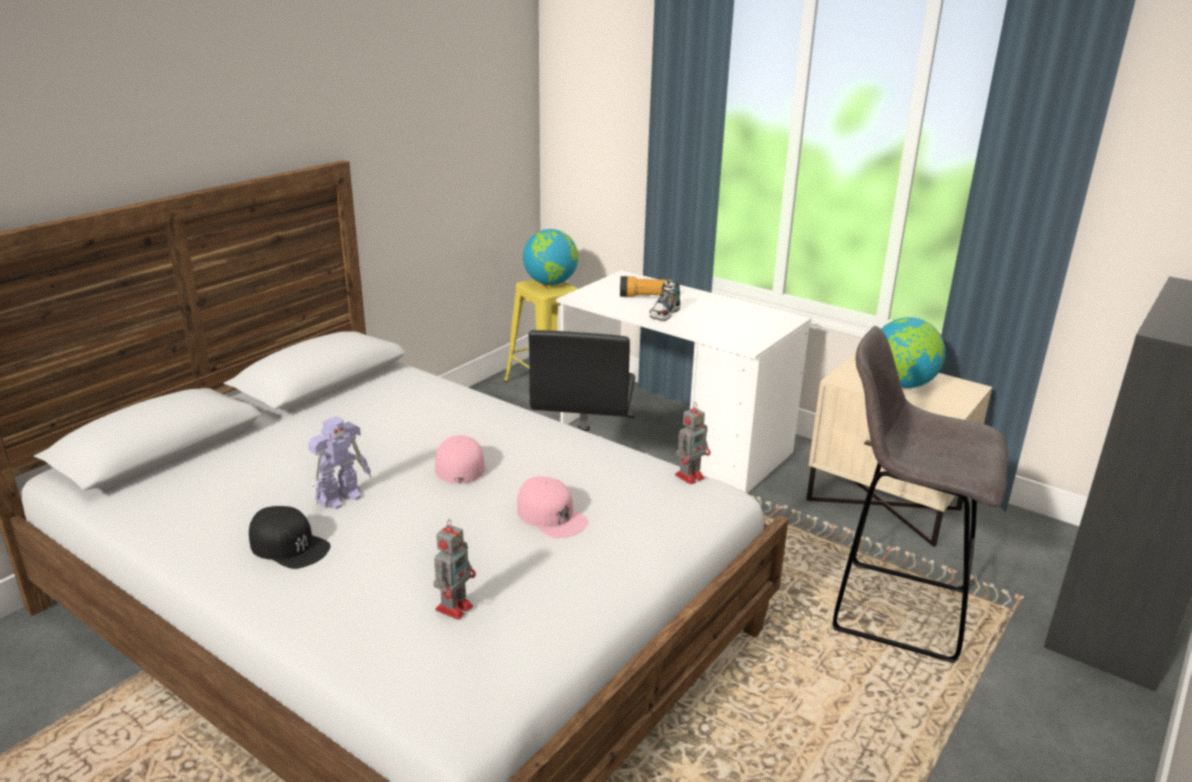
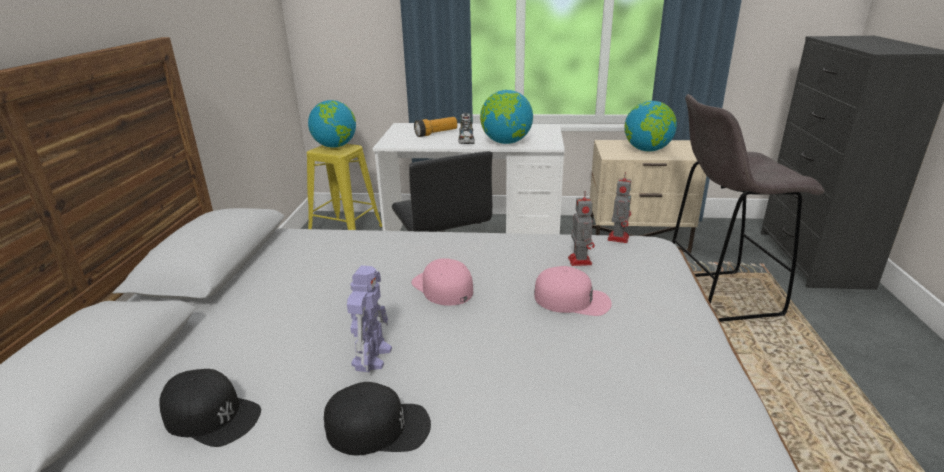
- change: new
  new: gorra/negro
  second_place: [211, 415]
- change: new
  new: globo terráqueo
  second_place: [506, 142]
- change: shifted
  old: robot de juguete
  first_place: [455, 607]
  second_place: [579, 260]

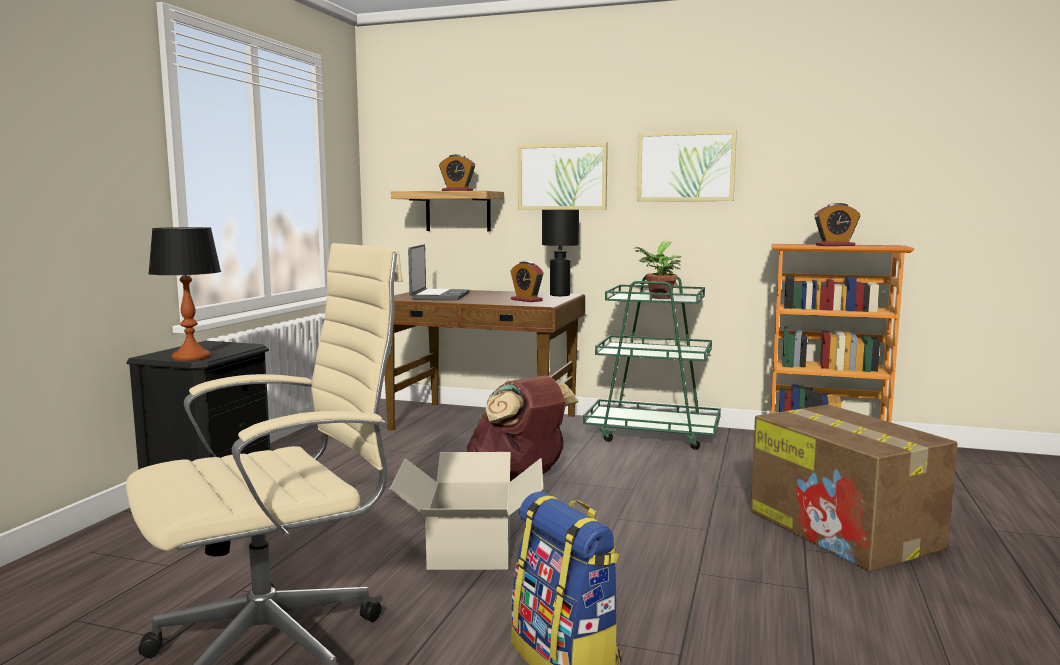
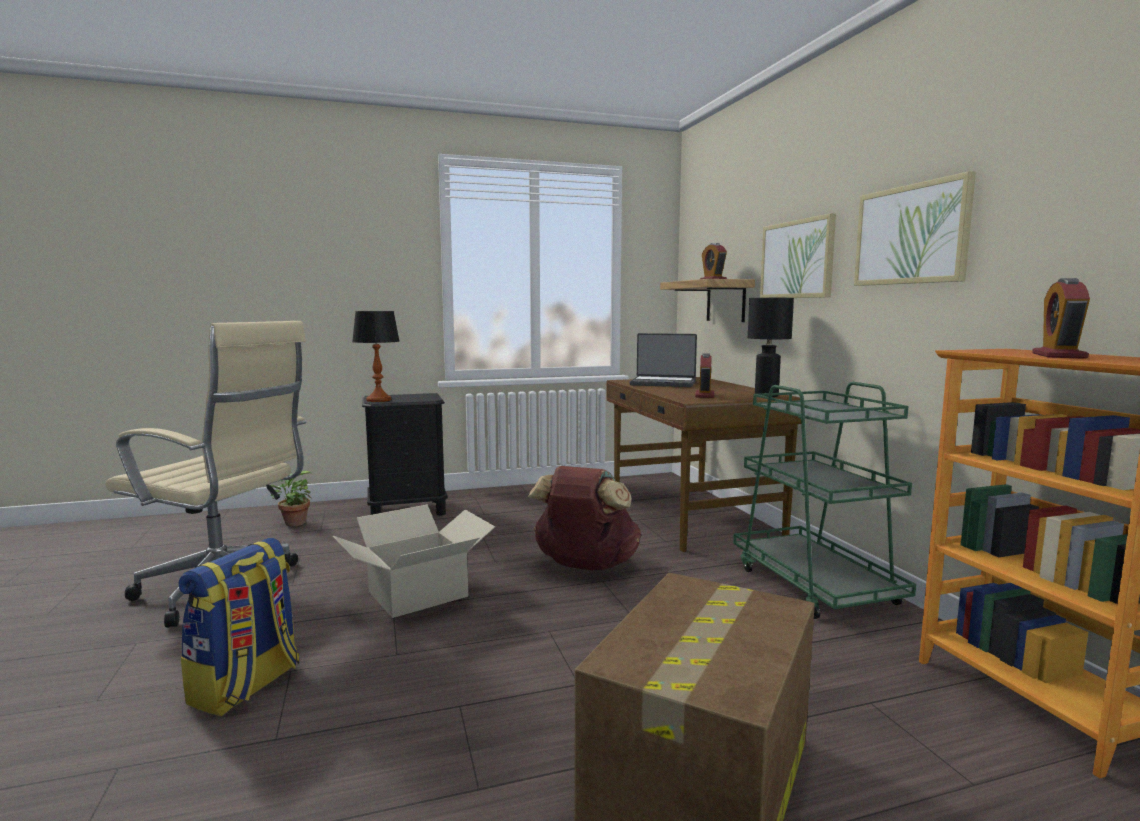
- change: shifted
  old: planta en maceta
  first_place: [658, 298]
  second_place: [293, 523]
- change: rotated
  old: portátil
  first_place: [439, 296]
  second_place: [663, 383]
  degrees: 45
- change: rotated
  old: despertador
  first_place: [835, 245]
  second_place: [1058, 356]
  degrees: 60

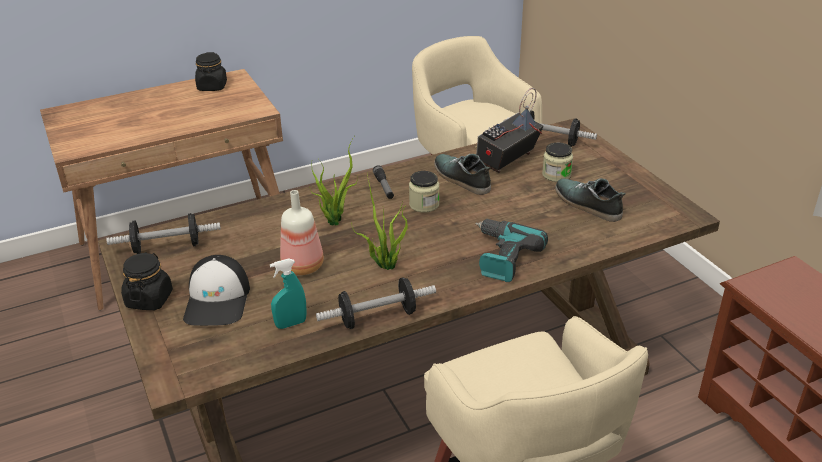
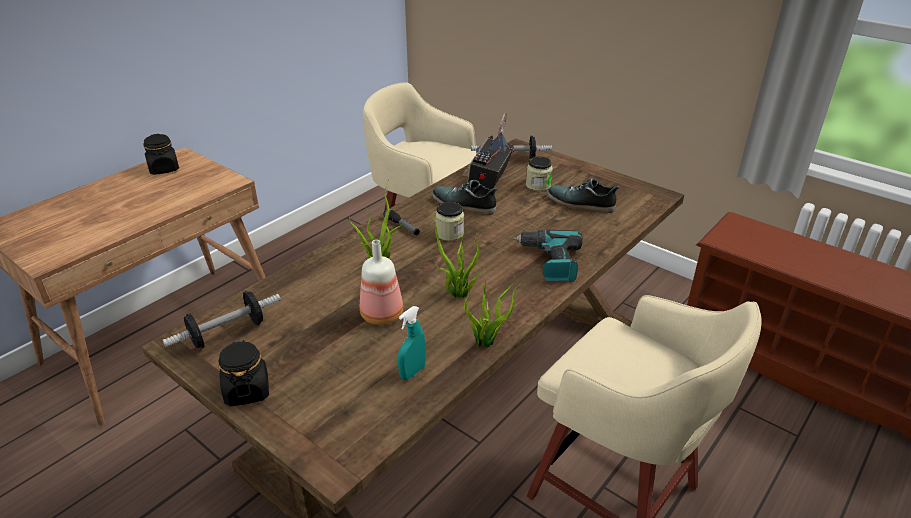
- change: gone
  old: gorra
  first_place: [218, 301]
- change: swapped
  old: mancuerna
  new: planta en maceta
  first_place: [377, 317]
  second_place: [487, 342]

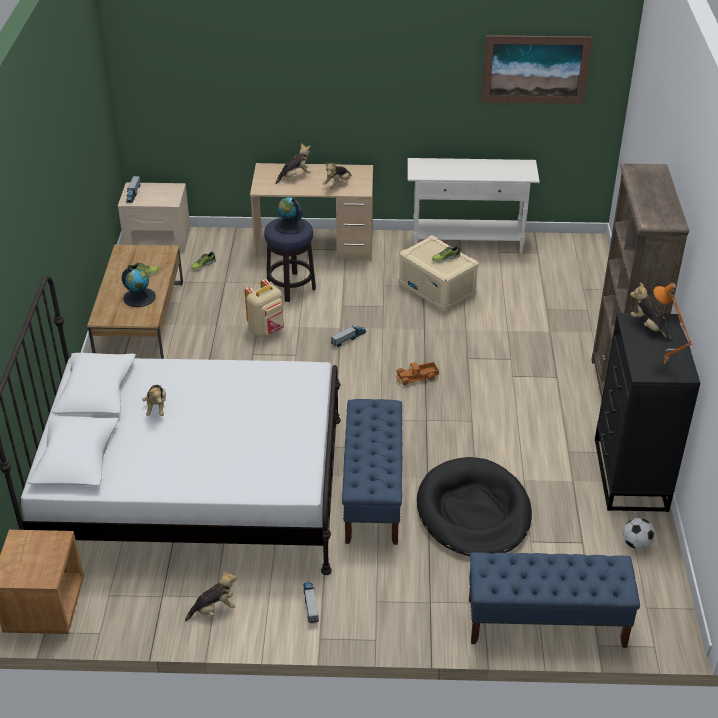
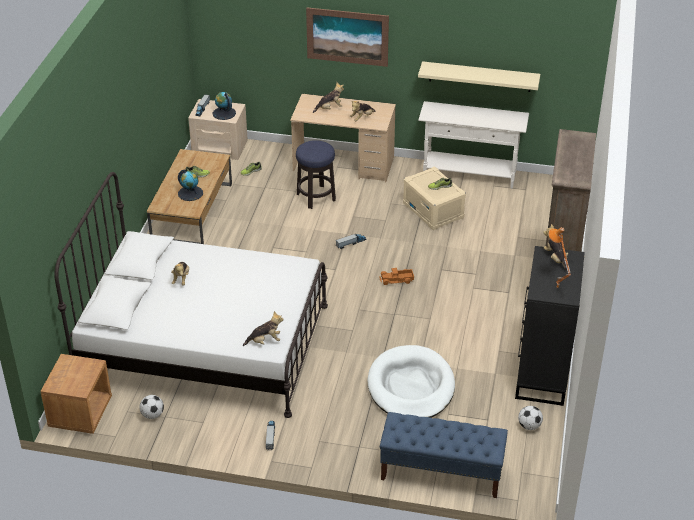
- change: gone
  old: mochila/beis
  first_place: [267, 330]
- change: gone
  old: banco/azul
  first_place: [372, 492]
- change: new
  new: balón de fútbol
  second_place: [152, 415]
- change: new
  new: estante/beis
  second_place: [480, 76]
- change: shifted
  old: peluche
  first_place: [214, 609]
  second_place: [265, 341]
- change: shifted
  old: globo terráqueo
  first_place: [289, 225]
  second_place: [224, 113]
- change: shifted
  old: cuadro
  first_place: [535, 69]
  second_place: [347, 36]
- change: repainted
  old: cama para perro/negro
  new: cama para perro/blanco
  first_place: [474, 512]
  second_place: [411, 387]

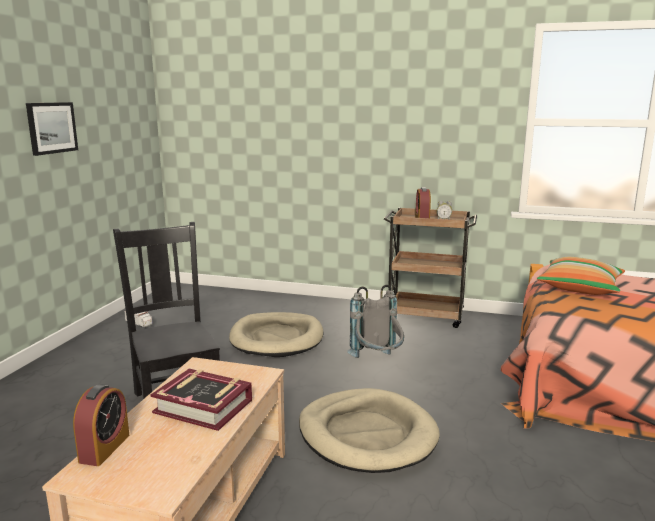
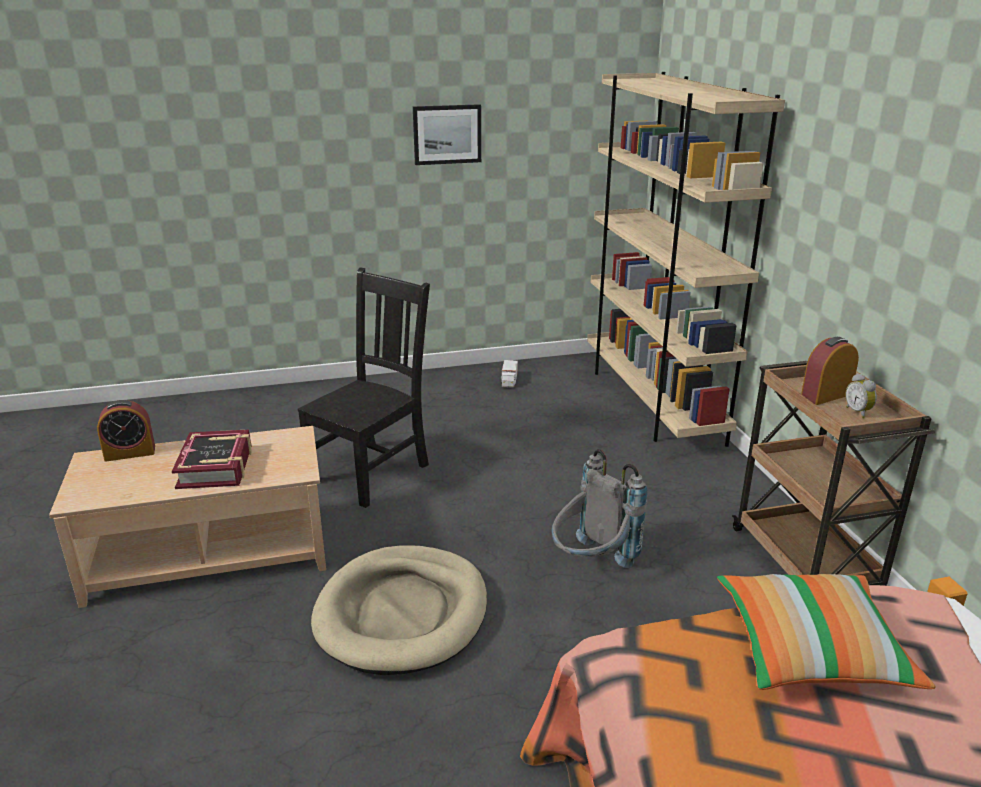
- change: gone
  old: cama para perro/beis
  first_place: [277, 338]
- change: new
  new: estantería/beis
  second_place: [652, 401]

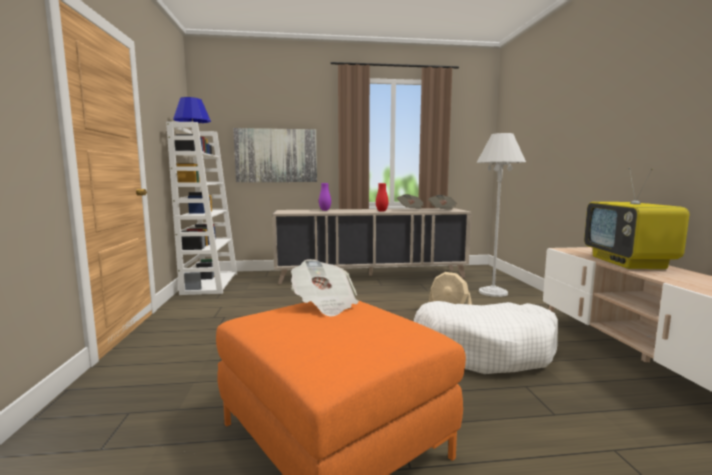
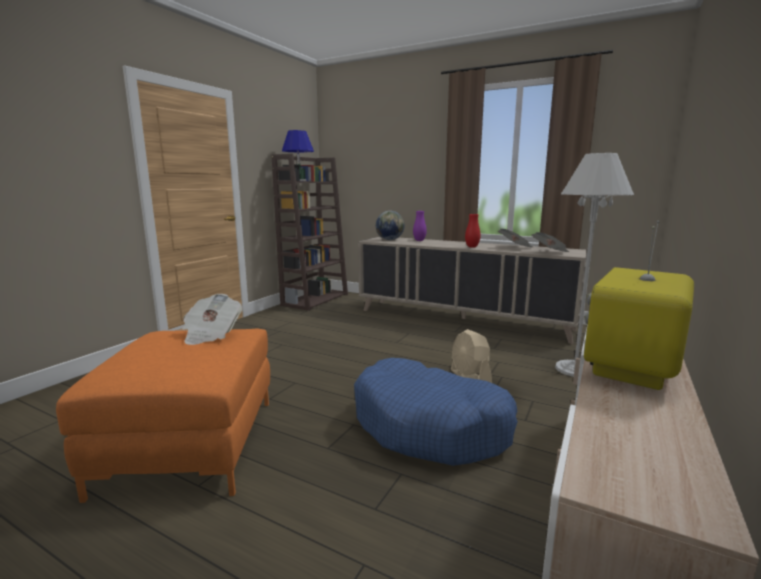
- change: gone
  old: cuadro
  first_place: [276, 155]
- change: new
  new: globo terráqueo
  second_place: [390, 240]
- change: repainted
  old: estantería/blanco
  new: estantería/marrón
  first_place: [210, 283]
  second_place: [315, 299]
- change: repainted
  old: cama para perro/blanco
  new: cama para perro/azul
  first_place: [484, 350]
  second_place: [431, 426]

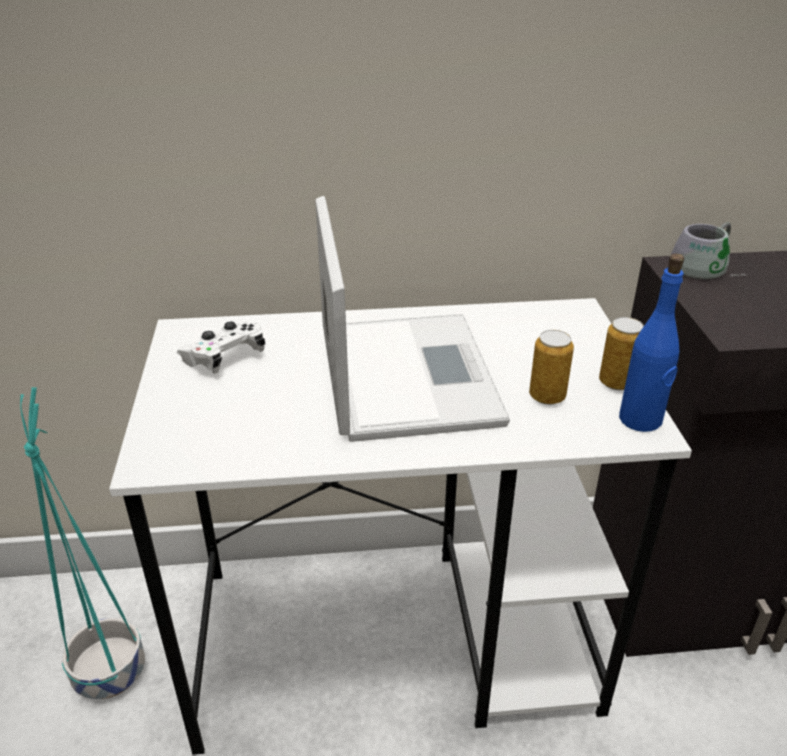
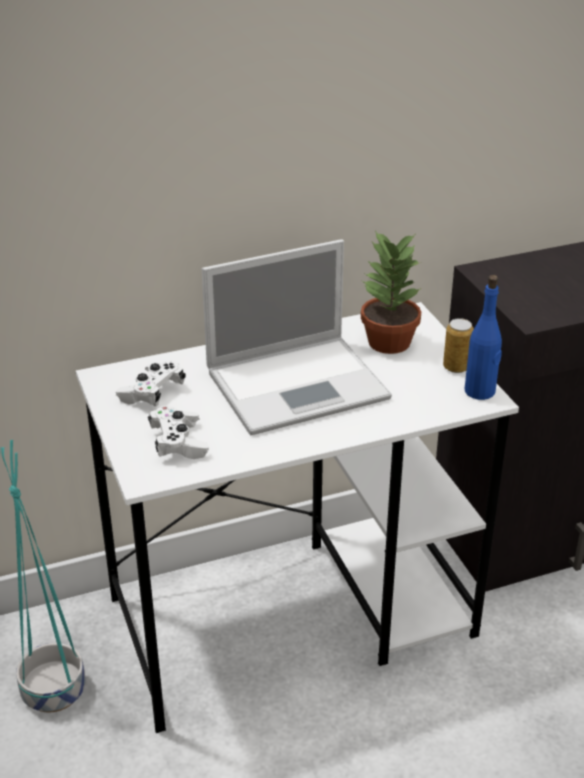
- change: gone
  old: lata
  first_place: [547, 396]
- change: gone
  old: taza grande/gris
  first_place: [707, 268]
- change: new
  new: mando de consola/blanco
  second_place: [178, 443]
- change: new
  new: planta en maceta
  second_place: [387, 342]
- change: rotated
  old: portátil
  first_place: [405, 373]
  second_place: [300, 384]
  degrees: 90

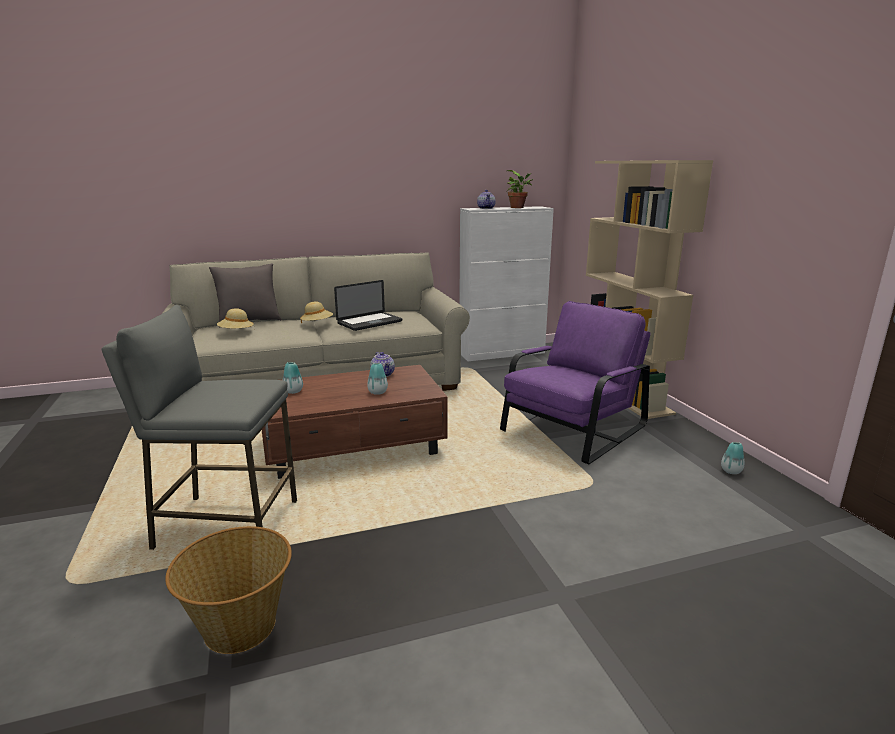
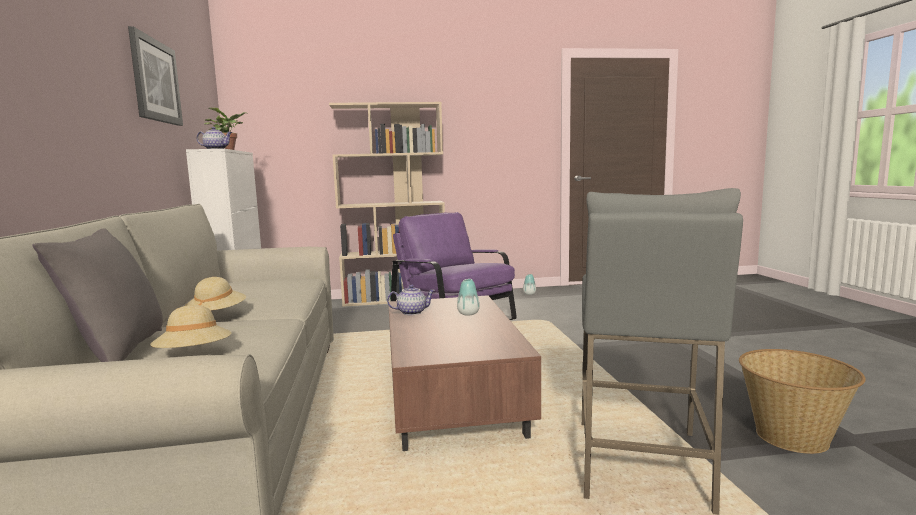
- change: gone
  old: florero
  first_place: [293, 391]
- change: gone
  old: portátil
  first_place: [369, 322]
- change: new
  new: cuadro
  second_place: [155, 81]

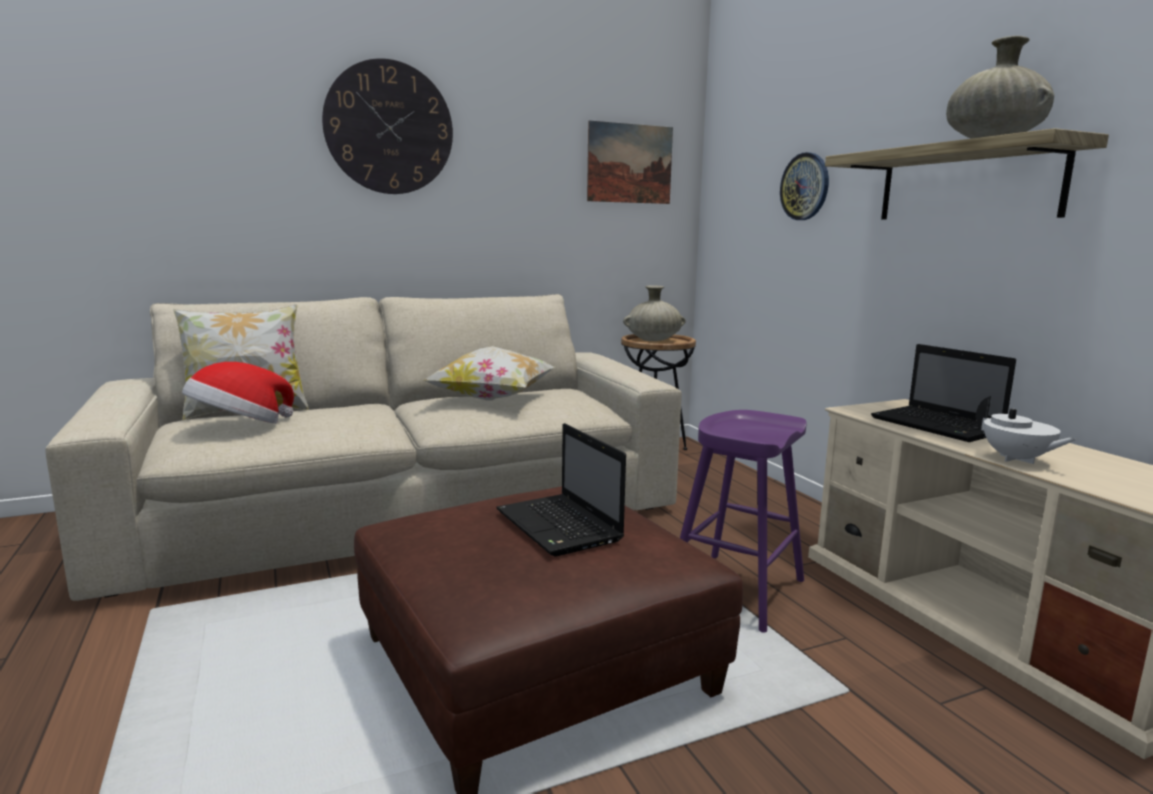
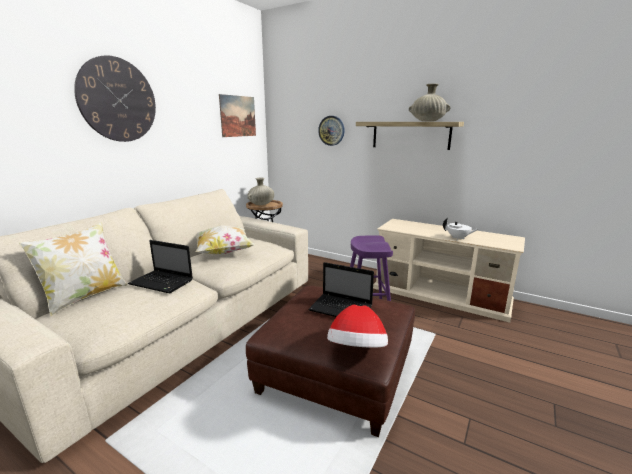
- change: shifted
  old: sombrero
  first_place: [239, 427]
  second_place: [357, 350]
- change: shifted
  old: portátil
  first_place: [939, 426]
  second_place: [162, 282]

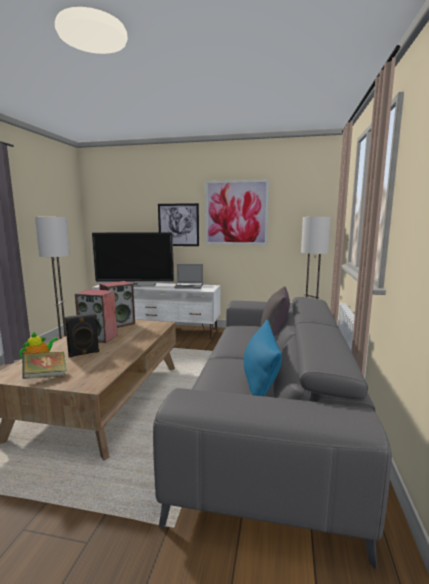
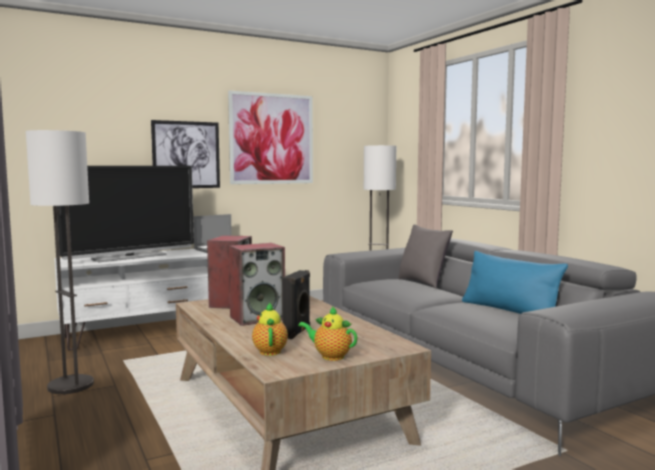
- change: swapped
  old: libro
  new: tetera
  first_place: [45, 376]
  second_place: [330, 356]

